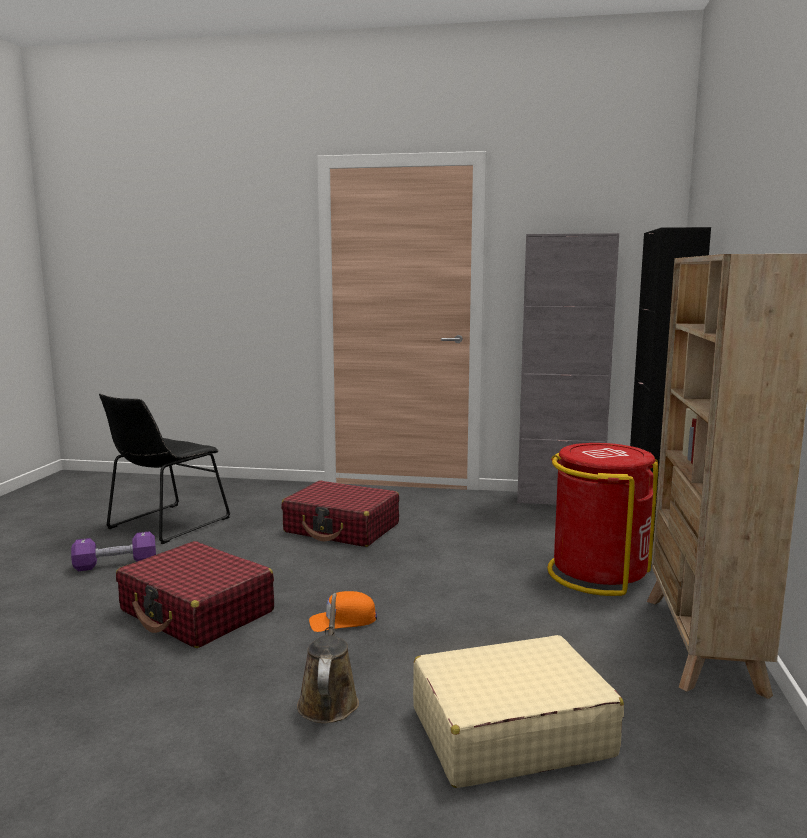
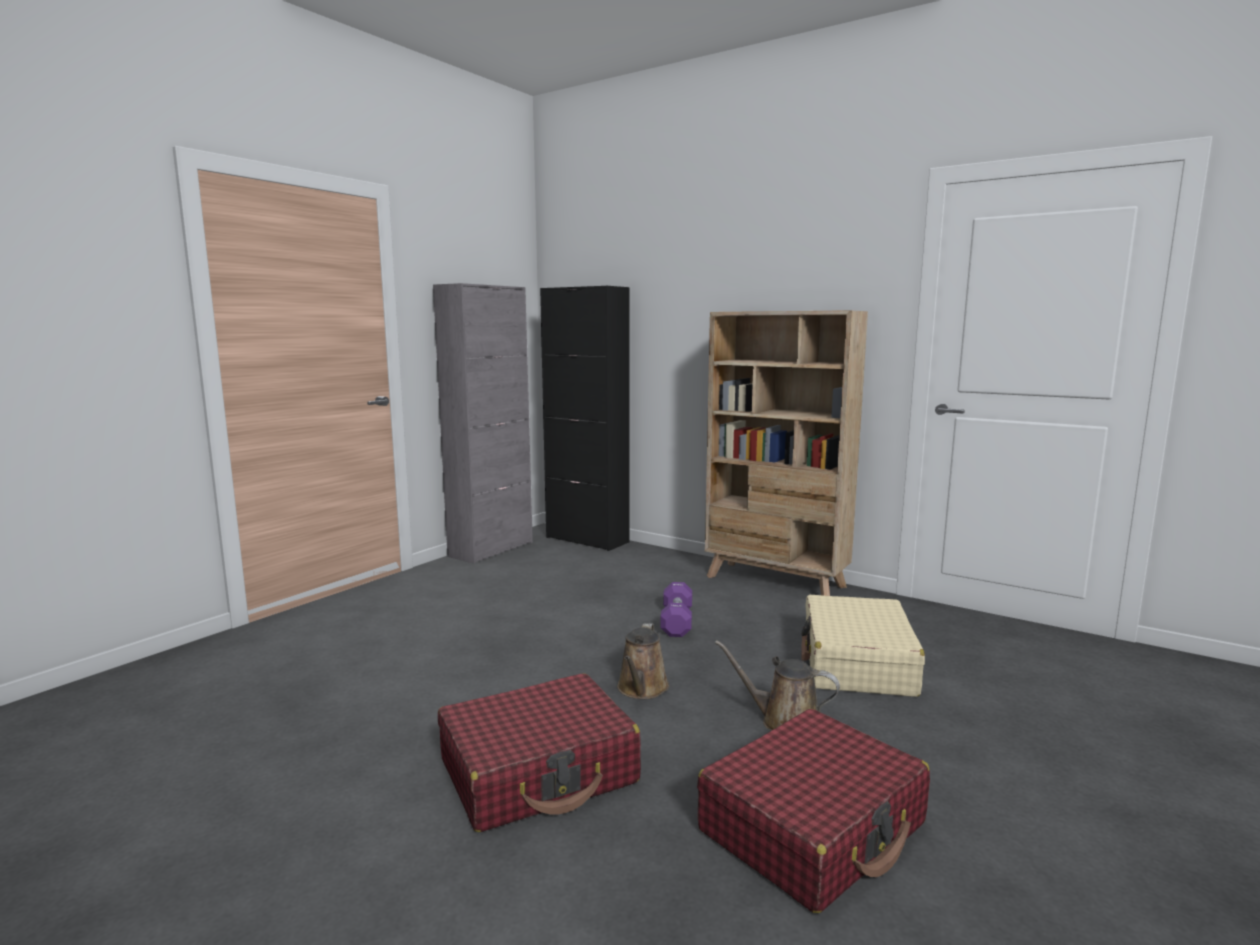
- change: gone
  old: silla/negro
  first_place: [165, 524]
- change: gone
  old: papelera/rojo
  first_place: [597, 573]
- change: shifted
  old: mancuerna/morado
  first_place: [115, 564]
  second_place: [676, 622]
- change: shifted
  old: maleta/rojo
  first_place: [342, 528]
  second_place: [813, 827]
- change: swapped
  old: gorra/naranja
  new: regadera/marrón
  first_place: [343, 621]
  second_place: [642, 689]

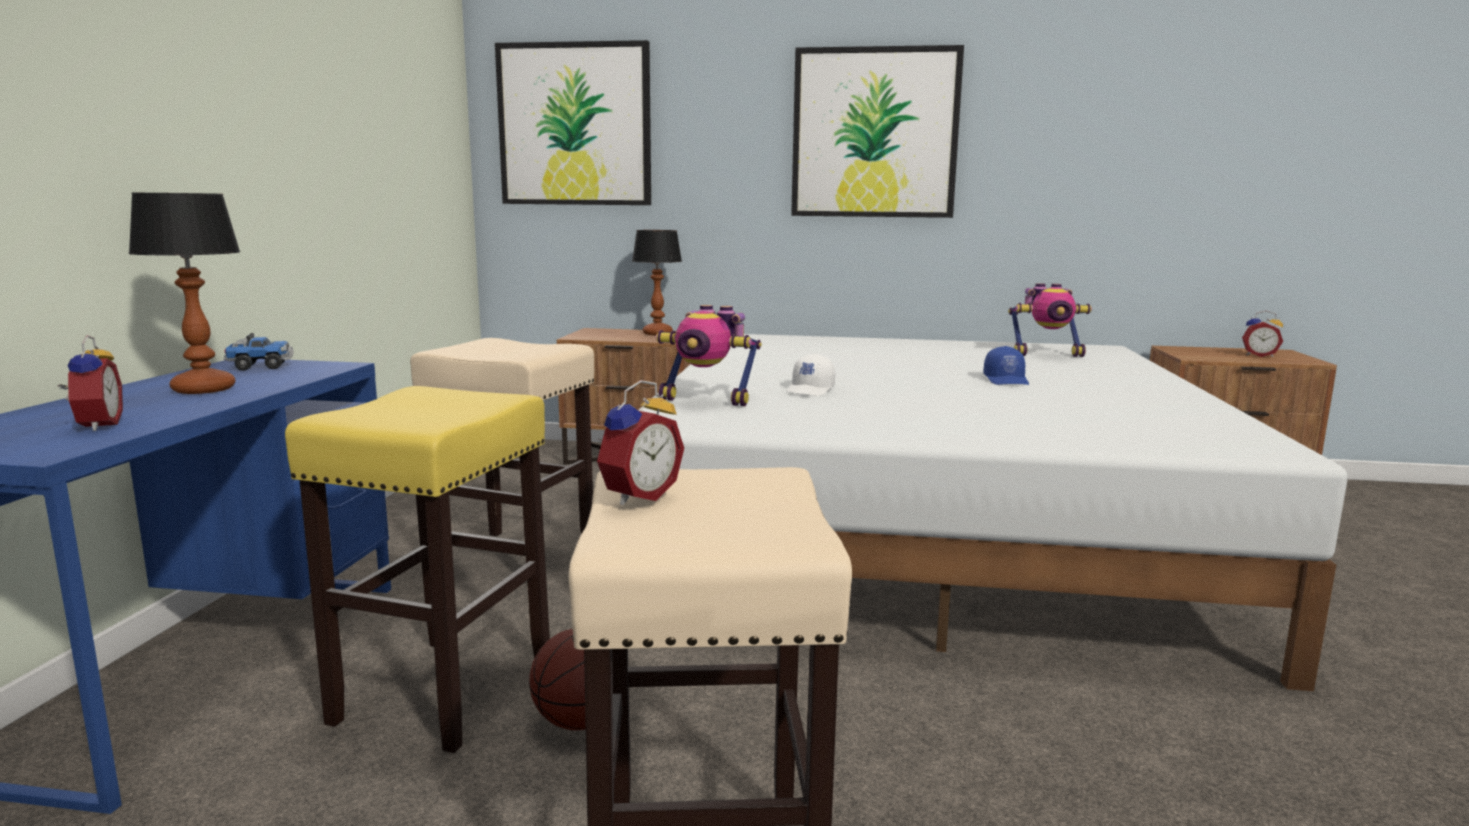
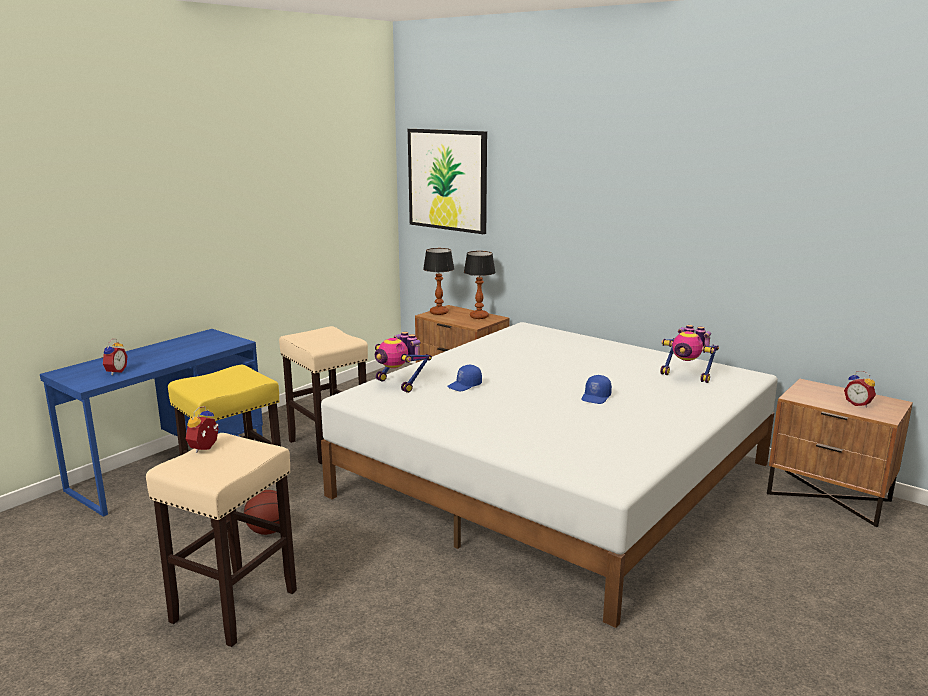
- change: gone
  old: camión de juguete
  first_place: [260, 367]
- change: gone
  old: cuadro
  first_place: [874, 133]
- change: shifted
  old: lámpara de mesa
  first_place: [202, 389]
  second_place: [438, 312]
- change: repainted
  old: gorra/blanco
  new: gorra/azul
  first_place: [810, 390]
  second_place: [465, 386]
- change: rotated
  old: despertador
  first_place: [637, 496]
  second_place: [206, 448]
  degrees: 135

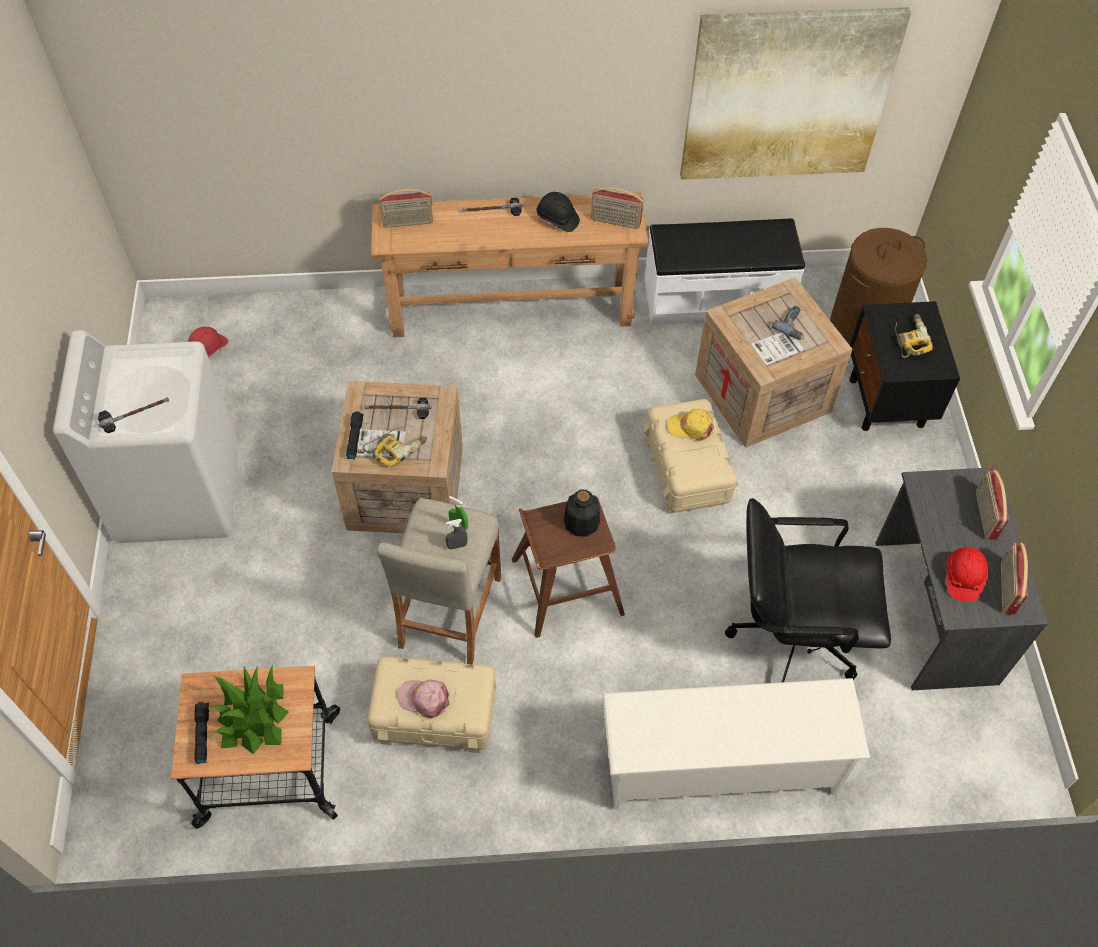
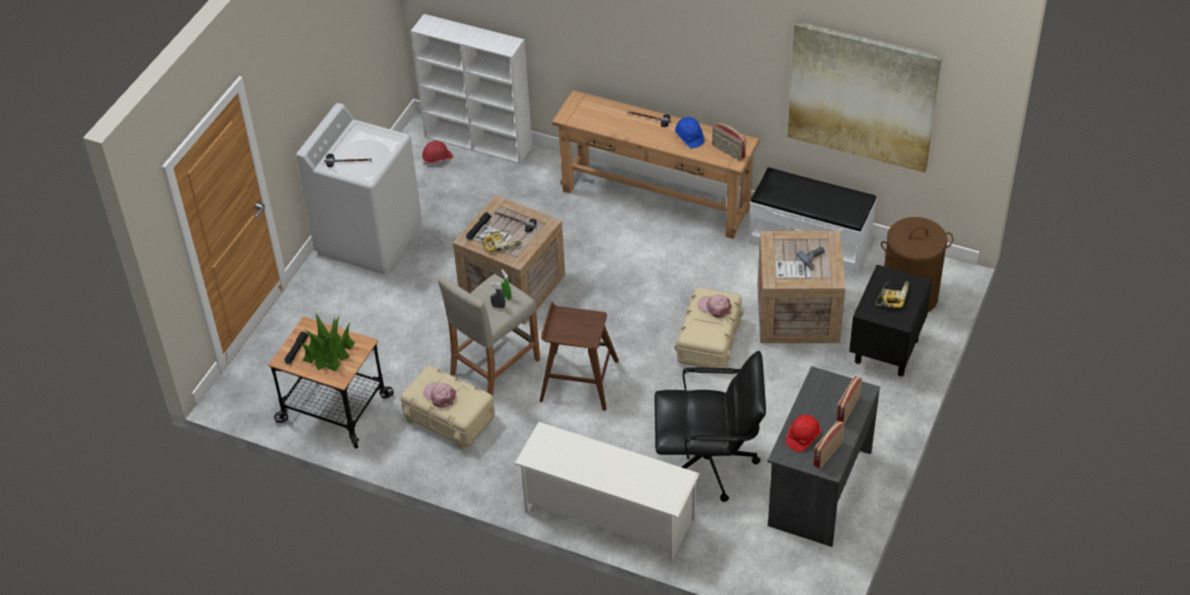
- change: gone
  old: radio
  first_place: [408, 223]
- change: gone
  old: botella
  first_place: [581, 522]
- change: new
  new: estantería/blanco
  second_place: [479, 141]
- change: repainted
  old: casco/negro
  new: casco/azul
  first_place: [557, 219]
  second_place: [689, 138]
- change: repainted
  old: gorra/amarillo
  new: gorra/rosa
  first_place: [690, 427]
  second_place: [714, 307]
- change: rotated
  old: silla de oficina/negro
  first_place: [792, 636]
  second_place: [709, 464]
  degrees: 150

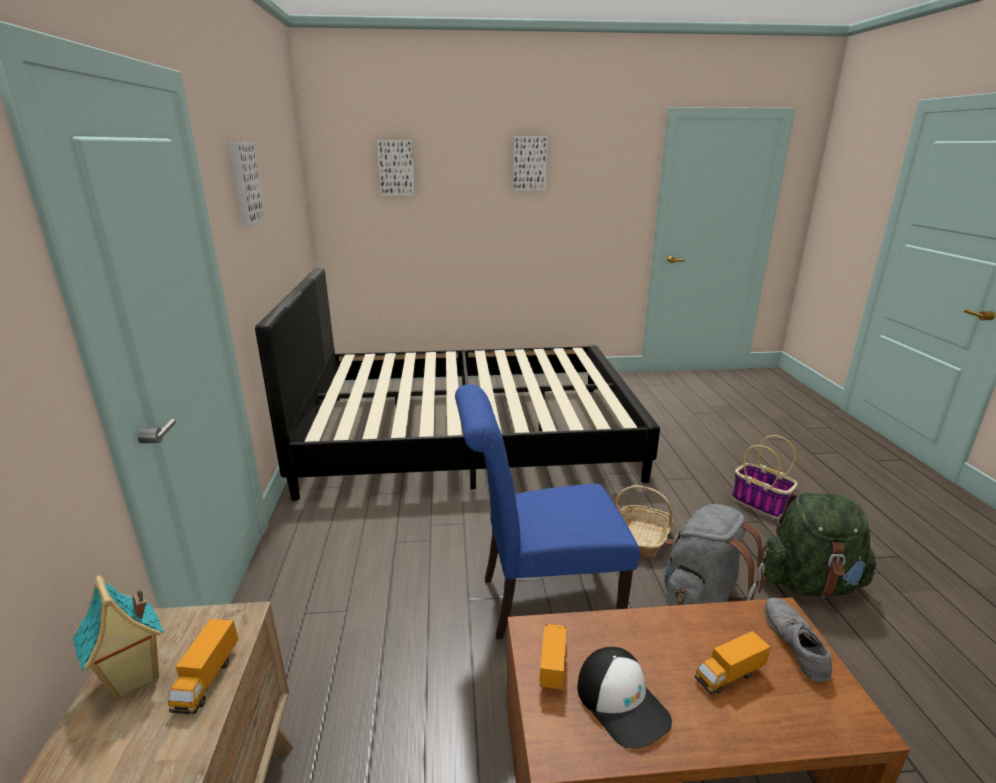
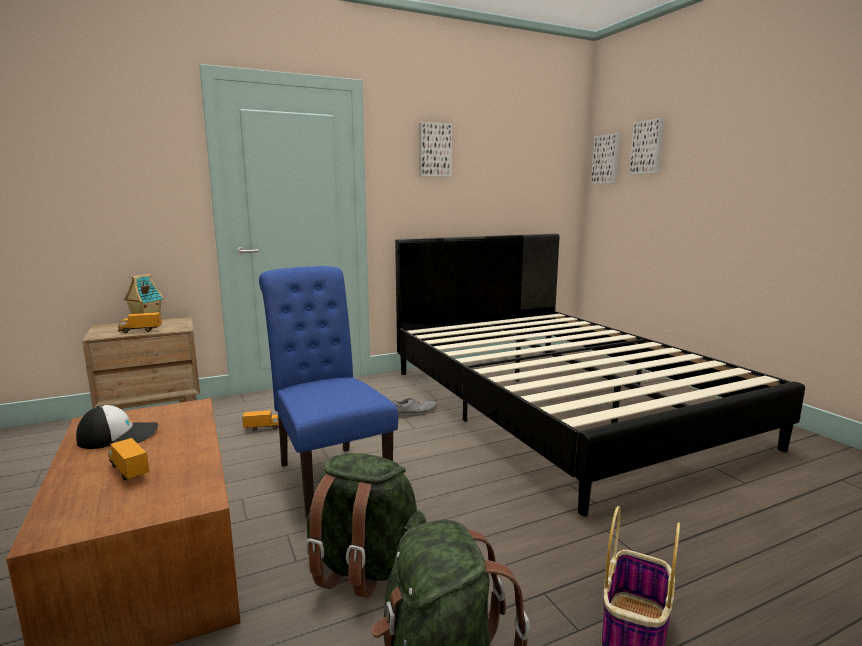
- change: gone
  old: cesta
  first_place: [641, 538]
- change: shifted
  old: cuadro
  first_place: [529, 163]
  second_place: [606, 159]
- change: shifted
  old: camión de juguete
  first_place: [553, 664]
  second_place: [263, 428]
- change: shifted
  old: zapato/gris
  first_place: [795, 643]
  second_place: [414, 412]
- change: repainted
  old: mochila/gris
  new: mochila/verde
  first_place: [701, 598]
  second_place: [365, 568]
- change: rotated
  old: gorra
  first_place: [622, 702]
  second_place: [119, 435]
  degrees: -150

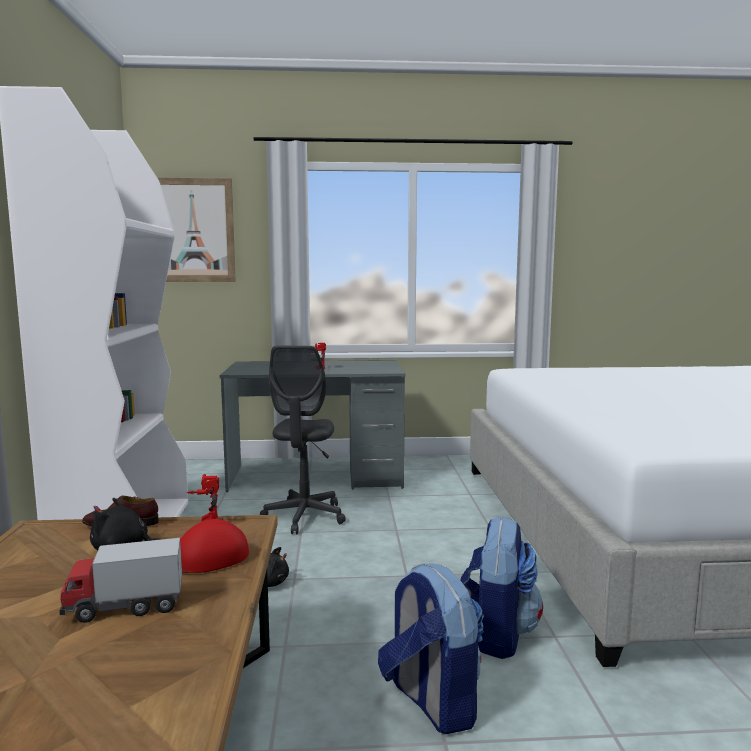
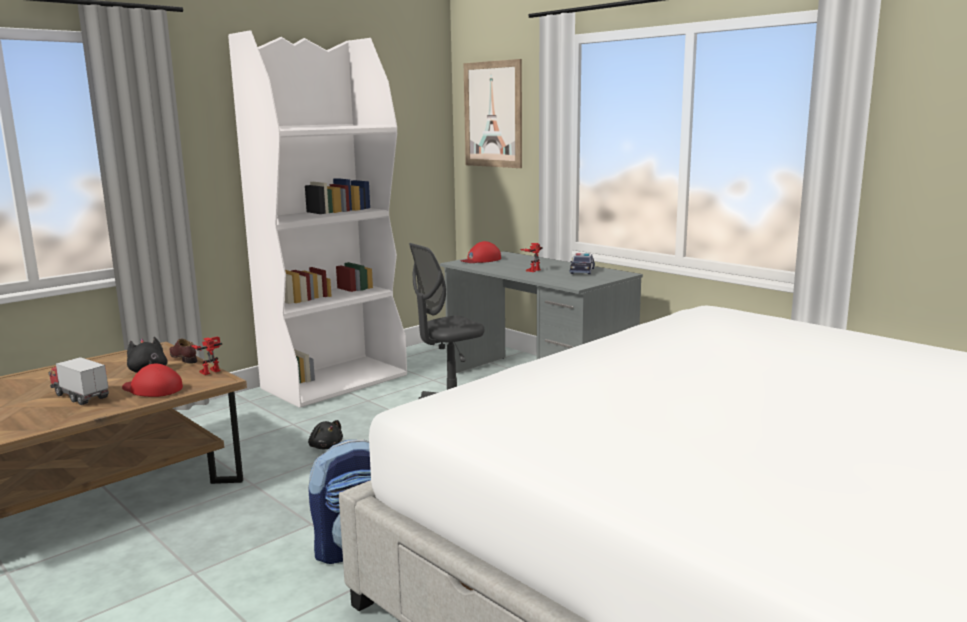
- change: gone
  old: mochila
  first_place: [431, 702]
- change: new
  new: gorra/rojo
  second_place: [481, 260]
- change: new
  new: coche de juguete
  second_place: [582, 271]

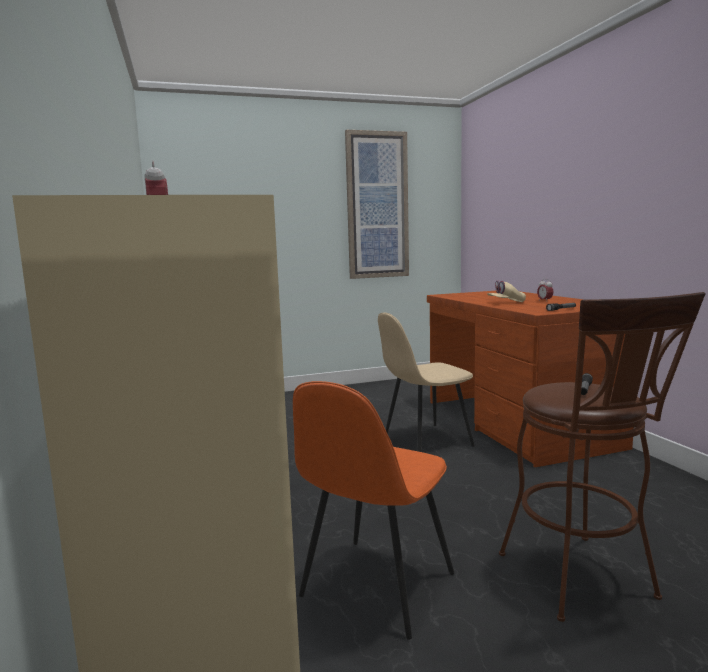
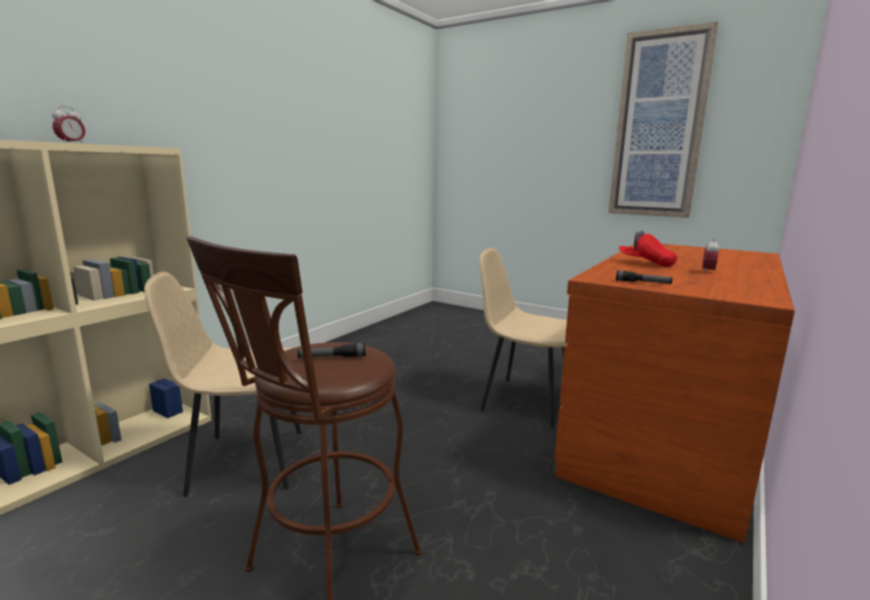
- change: repainted
  old: silla/naranja
  new: silla/beis
  first_place: [375, 587]
  second_place: [244, 461]
- change: repainted
  old: gorra/beis
  new: gorra/rojo
  first_place: [506, 302]
  second_place: [646, 263]

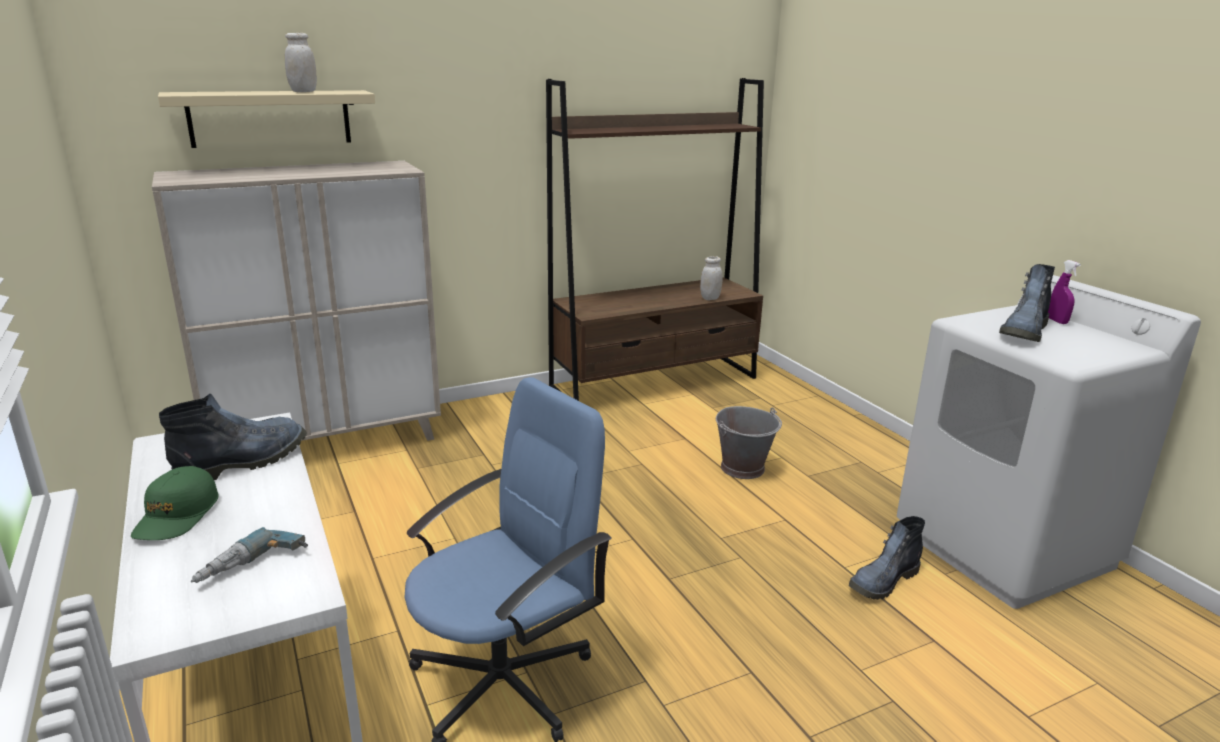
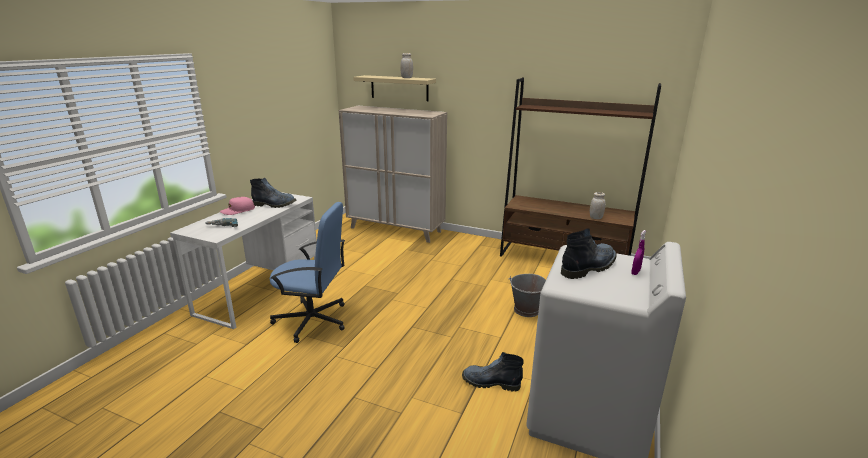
- change: repainted
  old: gorra/verde
  new: gorra/rosa
  first_place: [177, 515]
  second_place: [238, 210]
- change: rotated
  old: bota
  first_place: [1024, 332]
  second_place: [589, 267]
  degrees: 150

